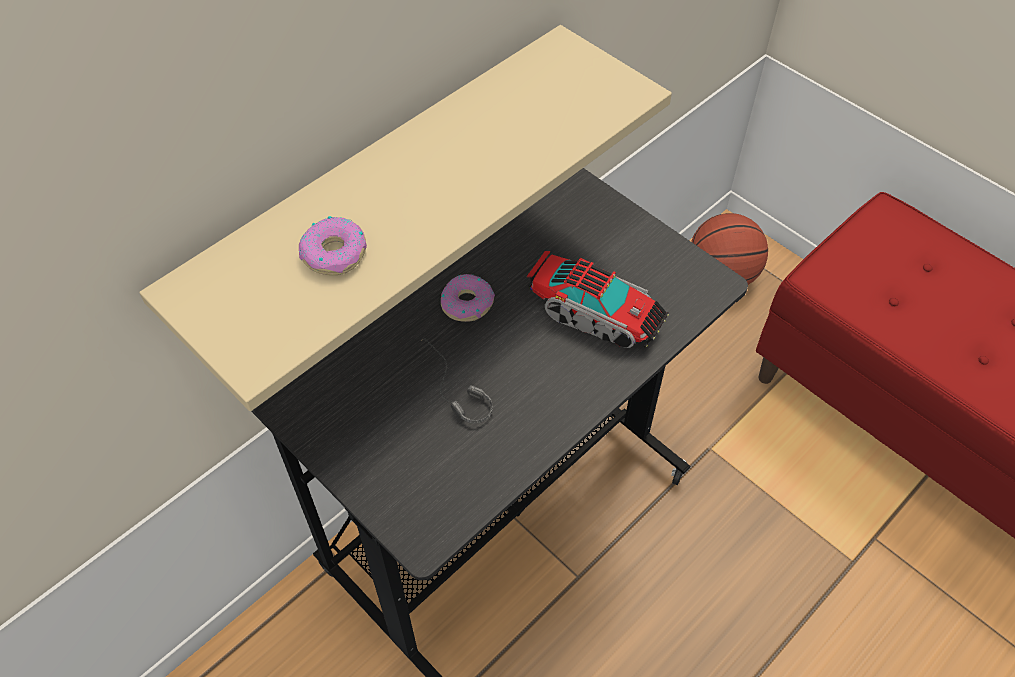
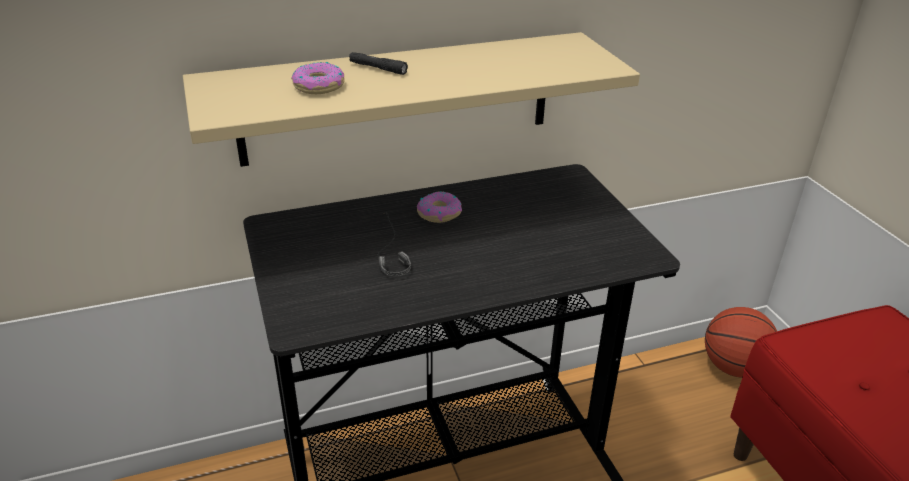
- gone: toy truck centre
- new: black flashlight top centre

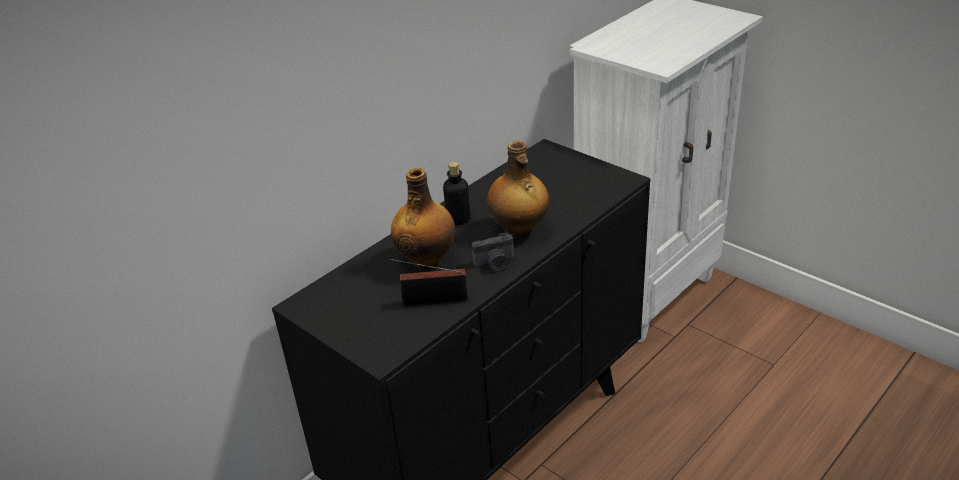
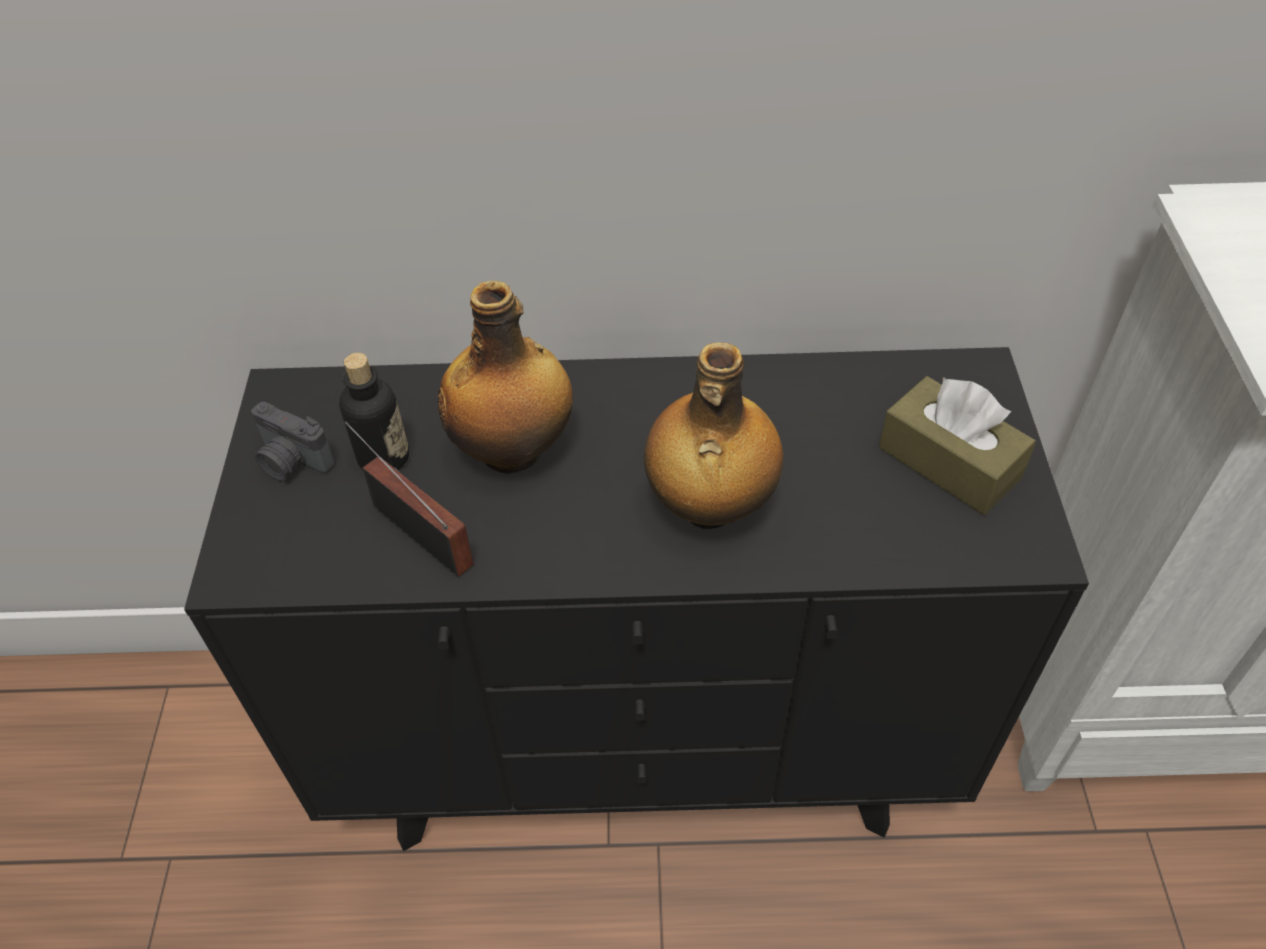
- shifted: bottle (no. 2 from left in the first image) centre to bottle (no. 1 from left) middle left
- shifted: photo camera centre to middle left
- new: brown tissue box middle right

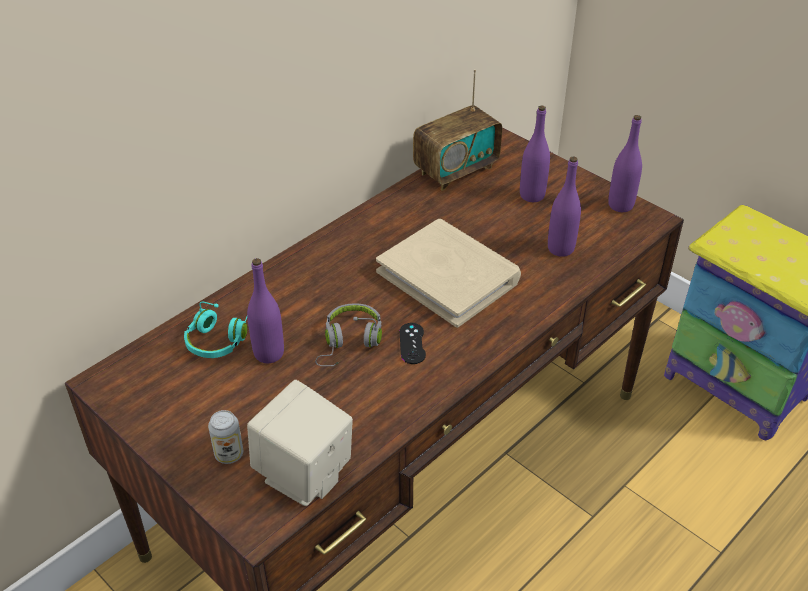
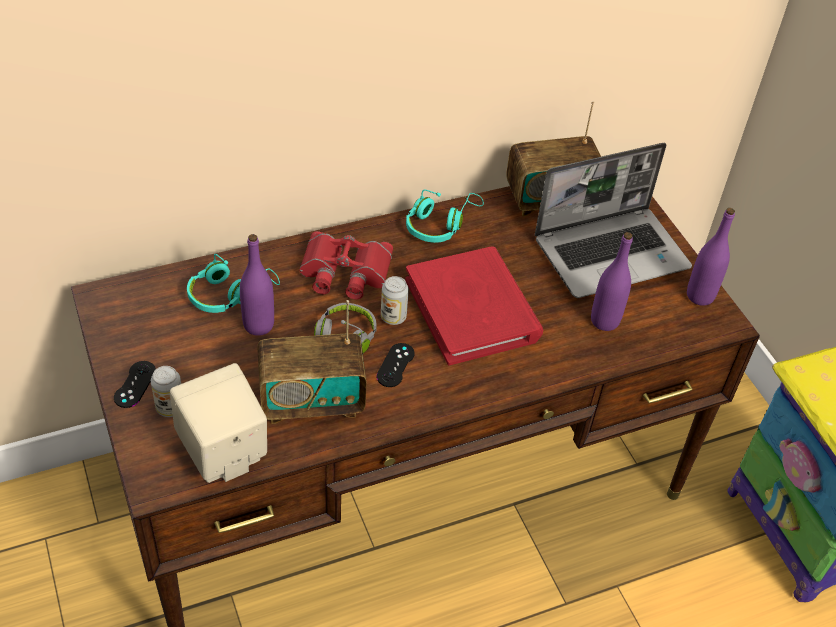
- repainted: beige book centre to red book centre
- swapped: purple bottle (no. 2 from left) top centre to laptop middle right
- new: black game controller (no. 1 from left) middle left
- new: radio (no. 1 from left) centre
- new: red binoculars centre
- new: can (no. 2 from left) centre
- new: turquoise headphones (no. 2 from left) centre

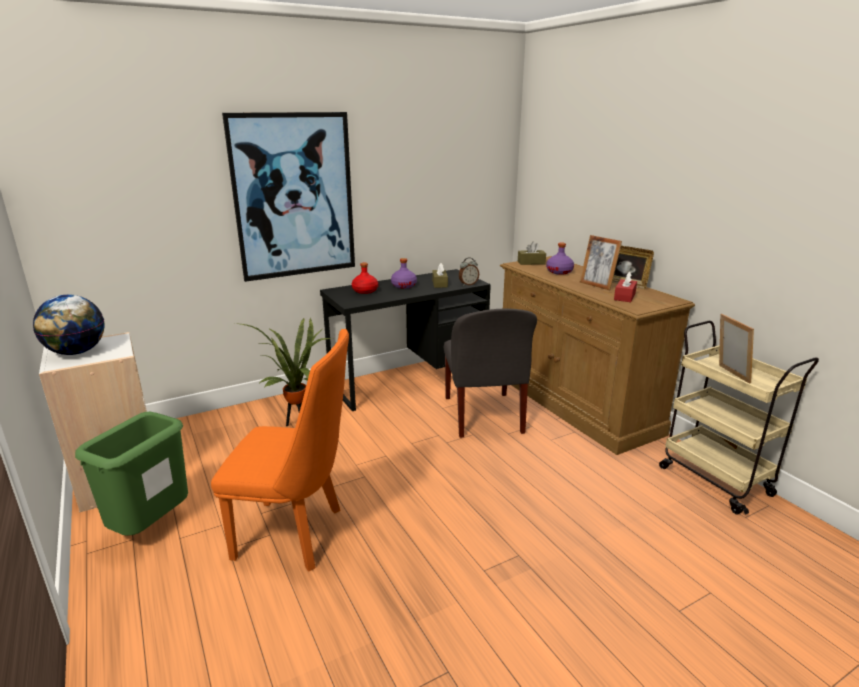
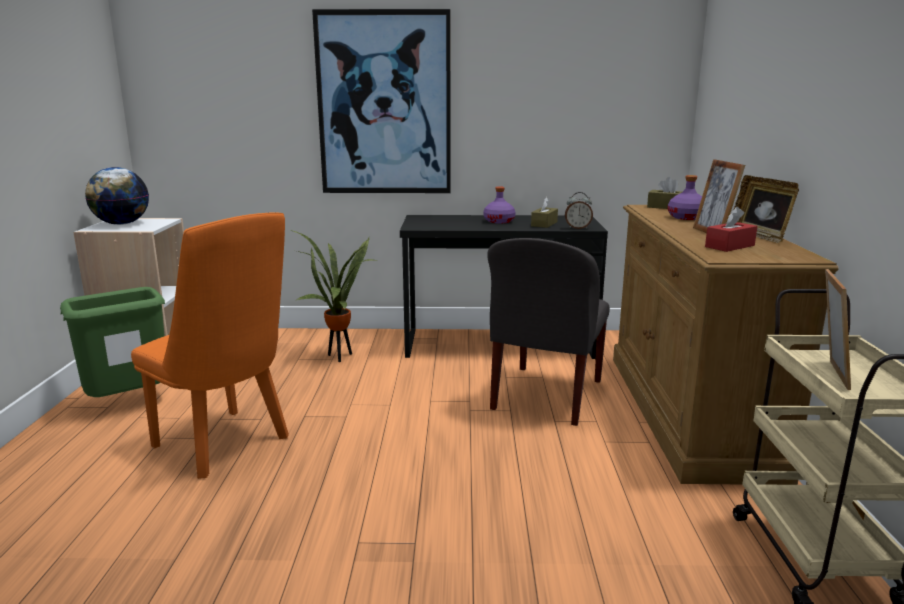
- gone: red bottle centre

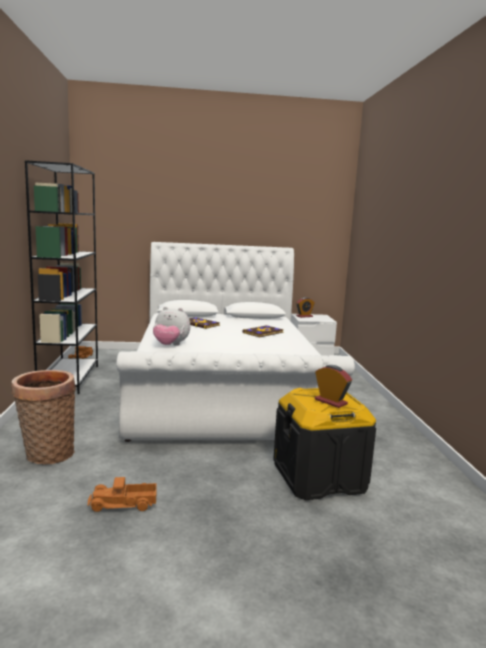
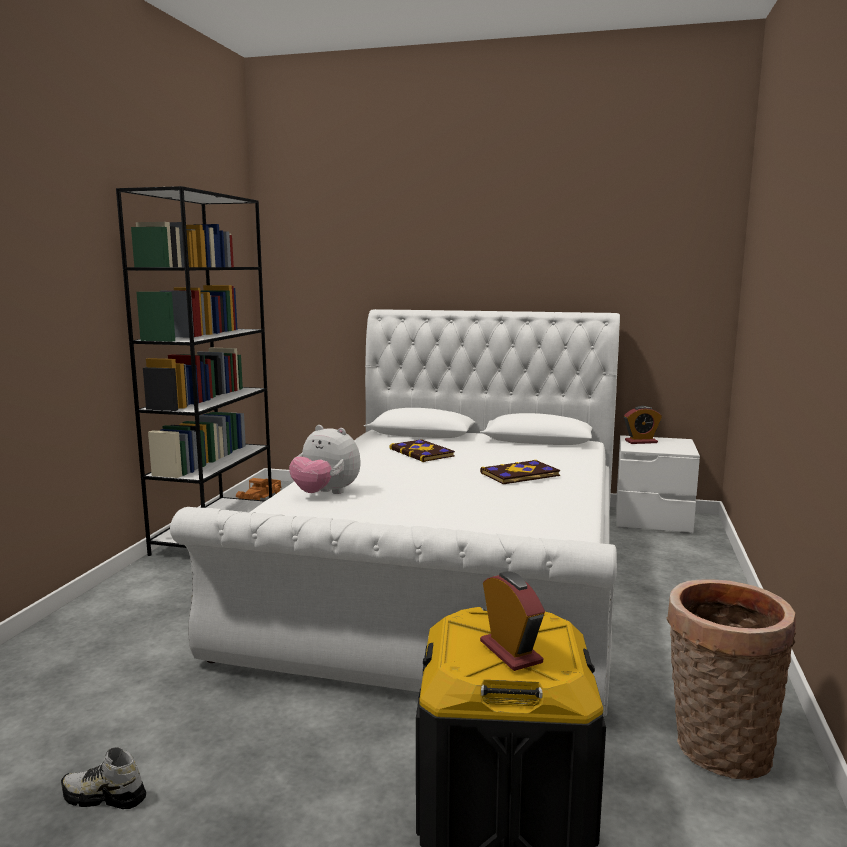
- shifted: basket middle left to bottom right
- swapped: toy truck (no. 2 from left) bottom left to shoe bottom left

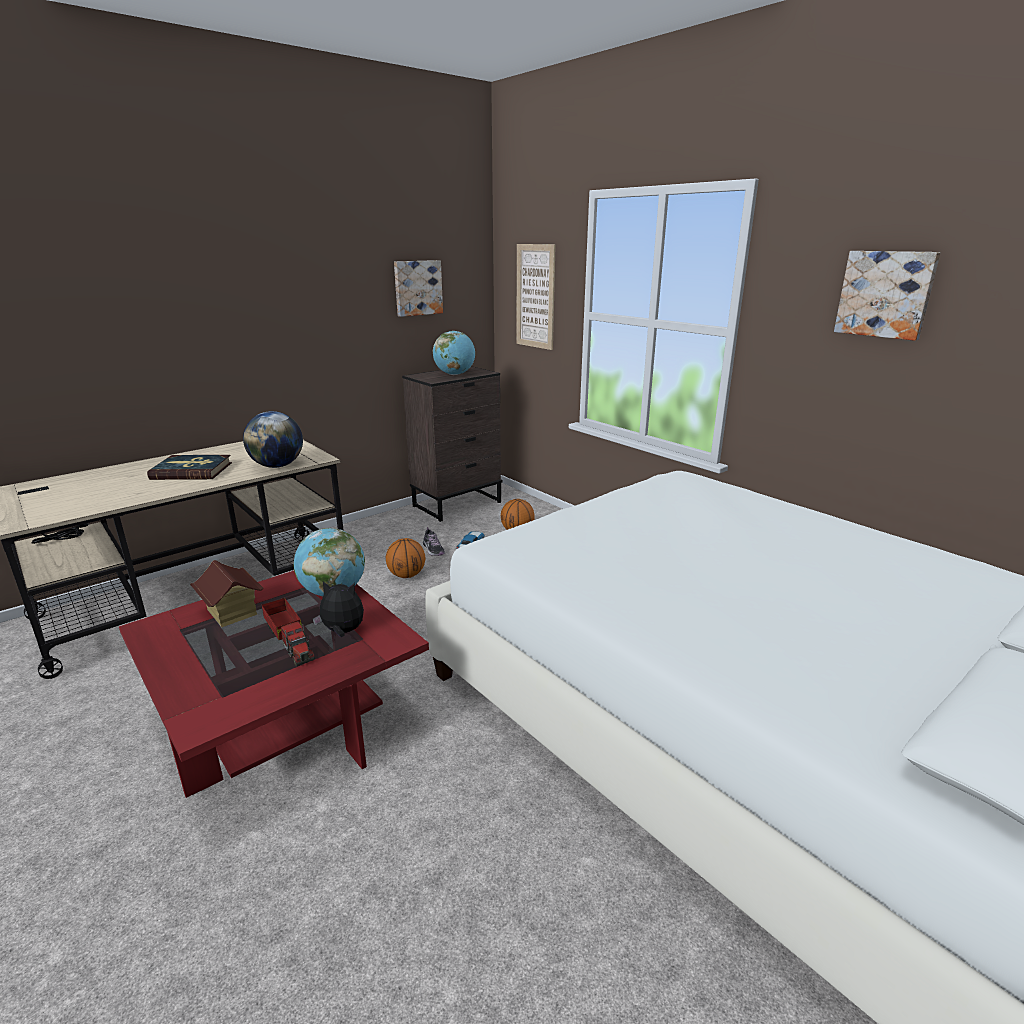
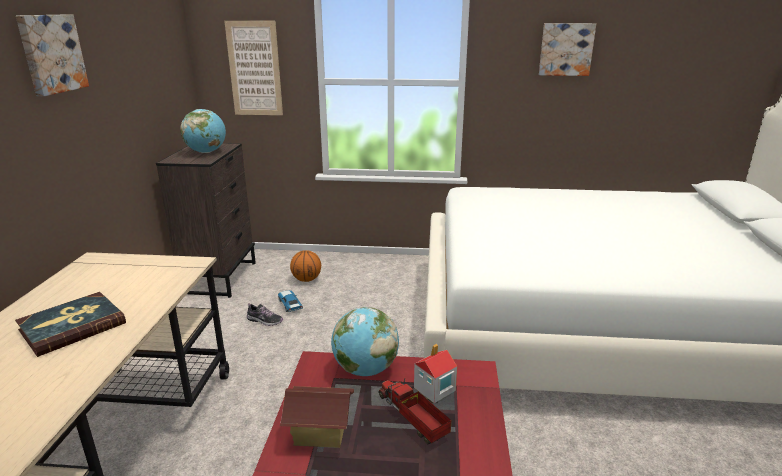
- gone: globe (no. 1 from left) middle left
- rotated: toy truck middle left = bottom centre 135 degrees counterclockwise
- swapped: plush toy middle left to toy house (no. 2 from left) bottom centre
- gone: basketball (no. 1 from left) centre
- shifted: picture (no. 1 from left) top centre to top left

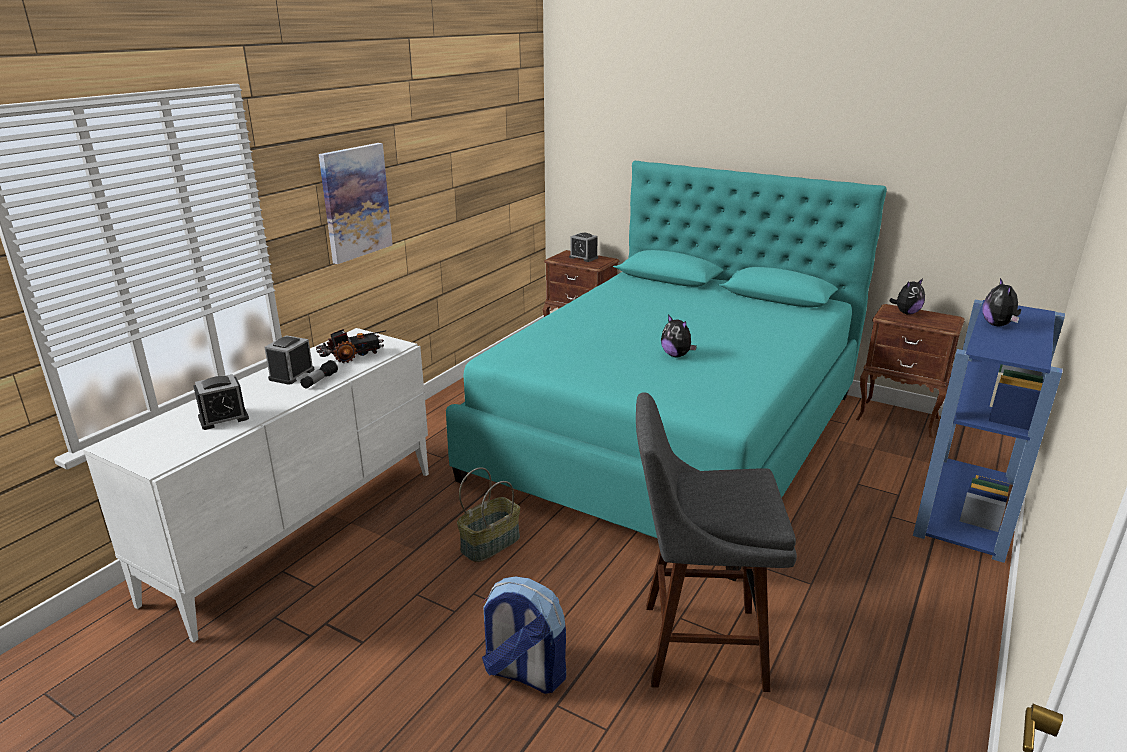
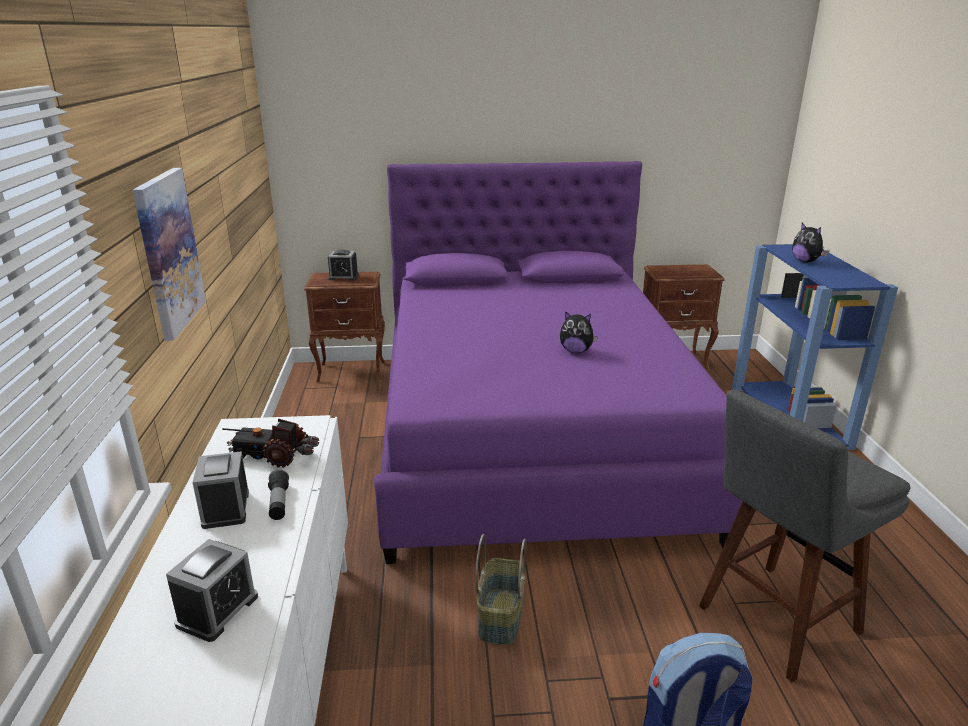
- rotated: toy truck middle left = middle left 105 degrees counterclockwise
- repainted: turquoise bed centre to purple bed centre
- gone: plush toy (no. 2 from left) middle right

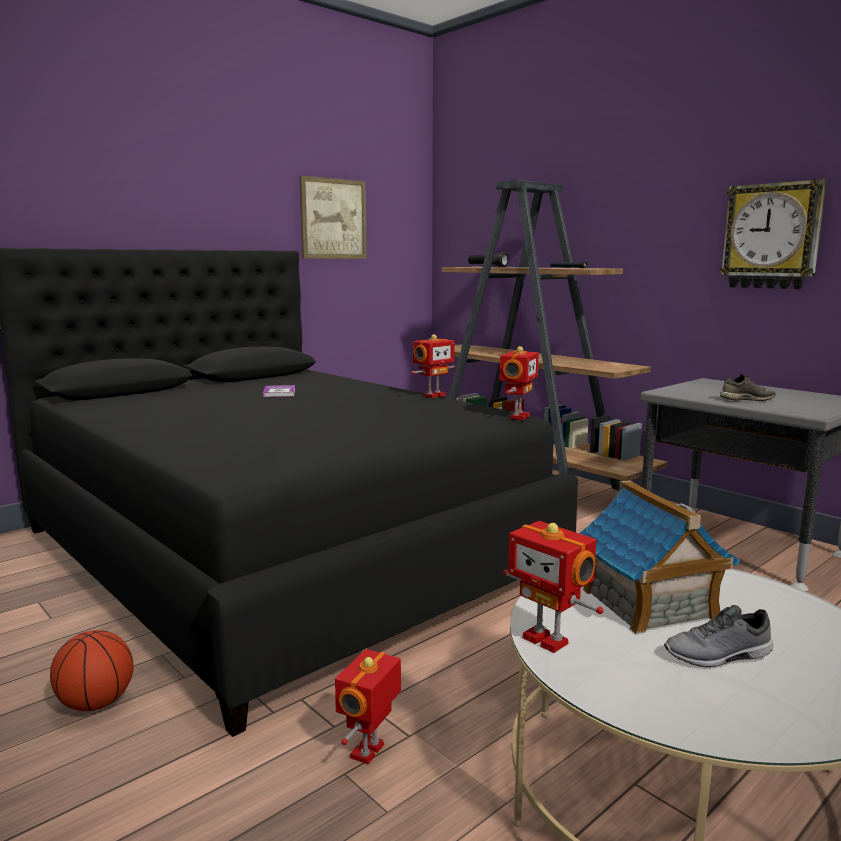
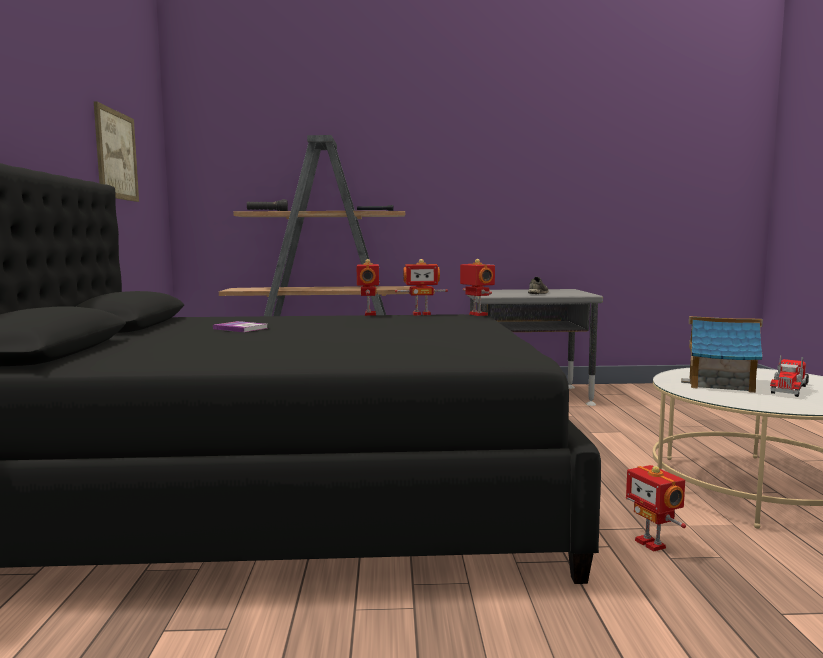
- gone: basketball bottom left
- shifted: toy robot (no. 4 from left in the first image) bottom centre to toy robot (no. 2 from left) centre
- swapped: grey shoe (no. 1 from left) bottom right to toy truck middle right
- gone: wall clock top right

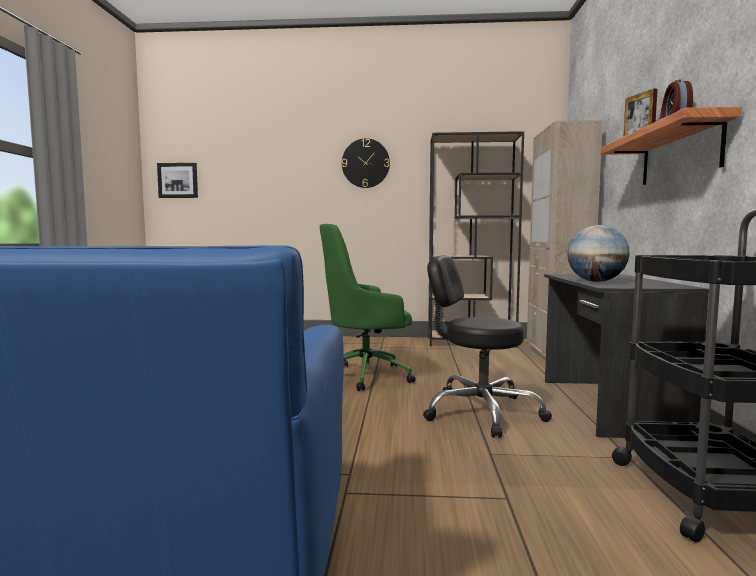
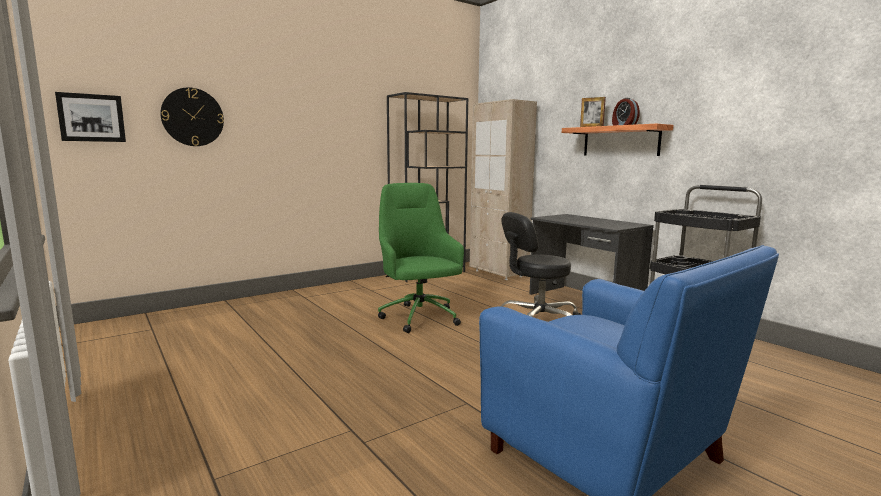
- rotated: green office chair centre = centre 120 degrees clockwise
- shifted: wall clock top centre to top left
- gone: globe middle right

